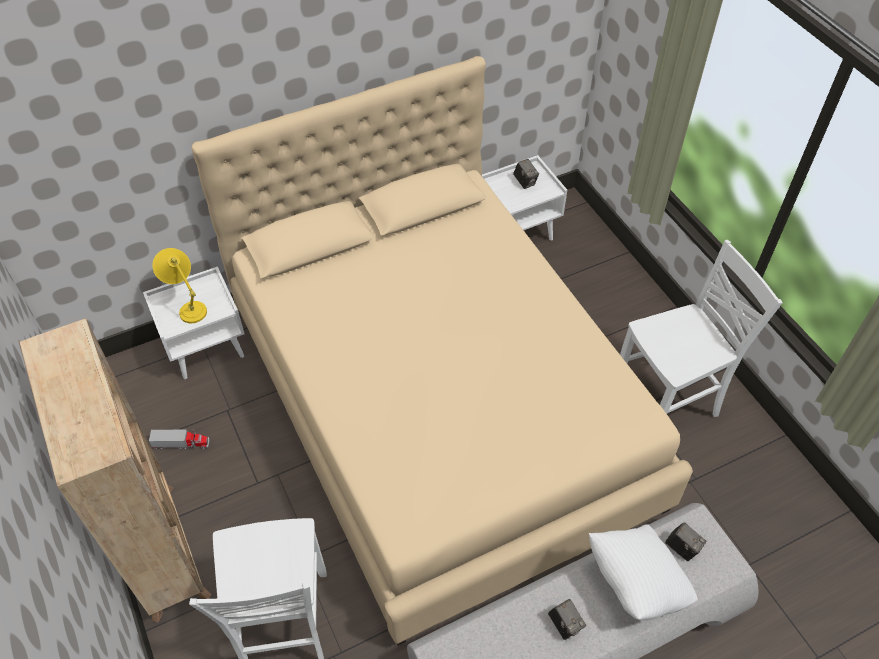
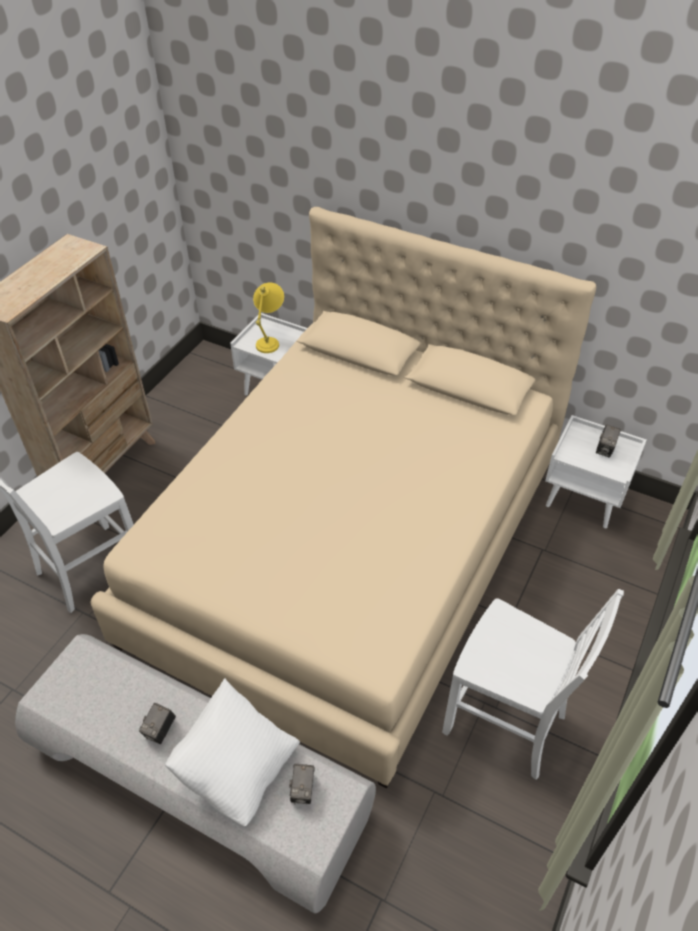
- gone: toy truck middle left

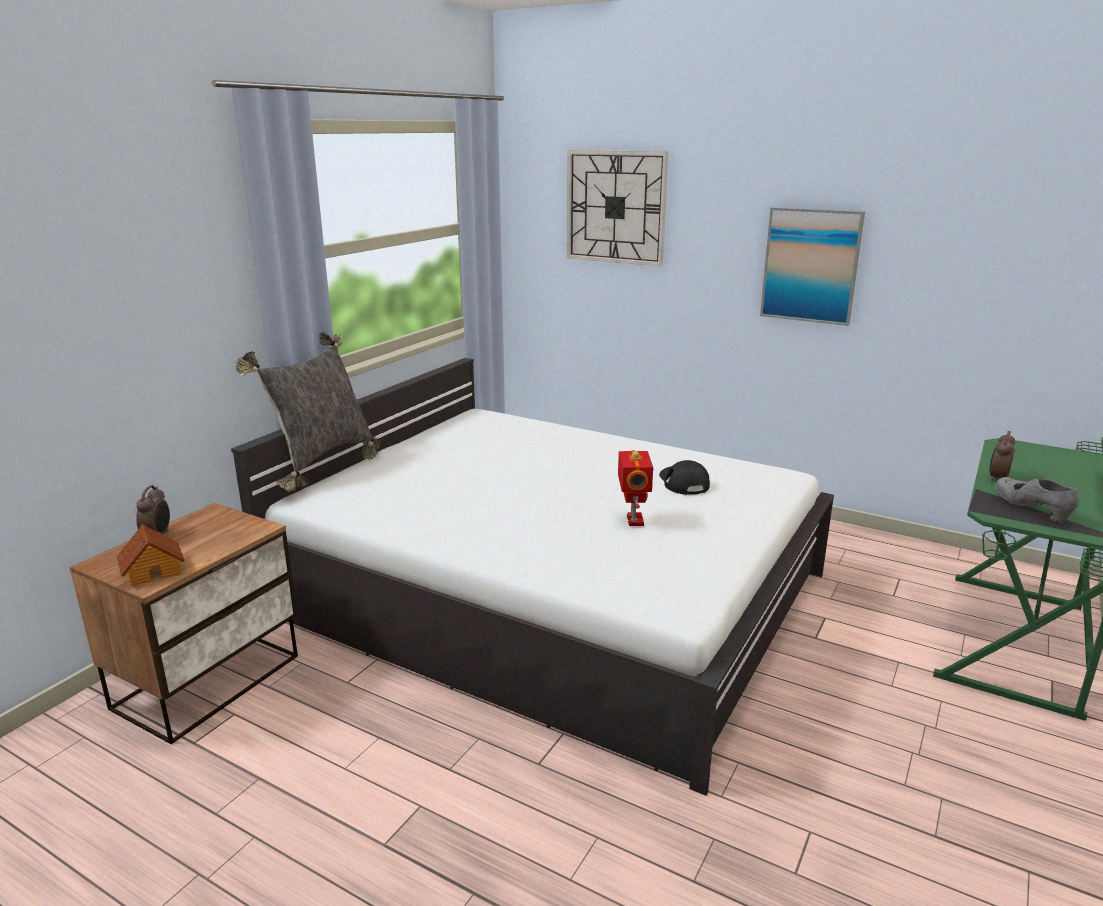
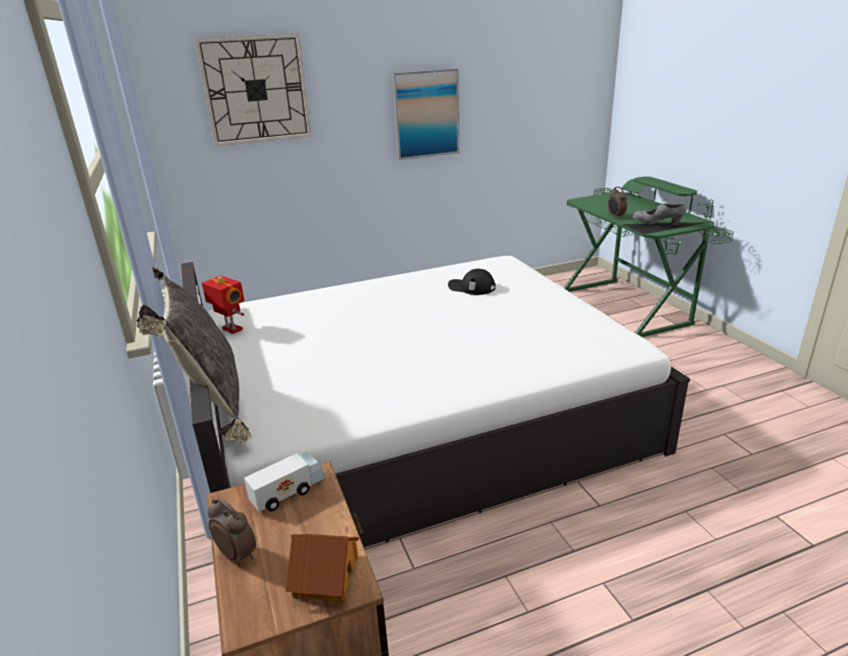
- shifted: toy robot centre to middle left
- new: toy truck bottom centre

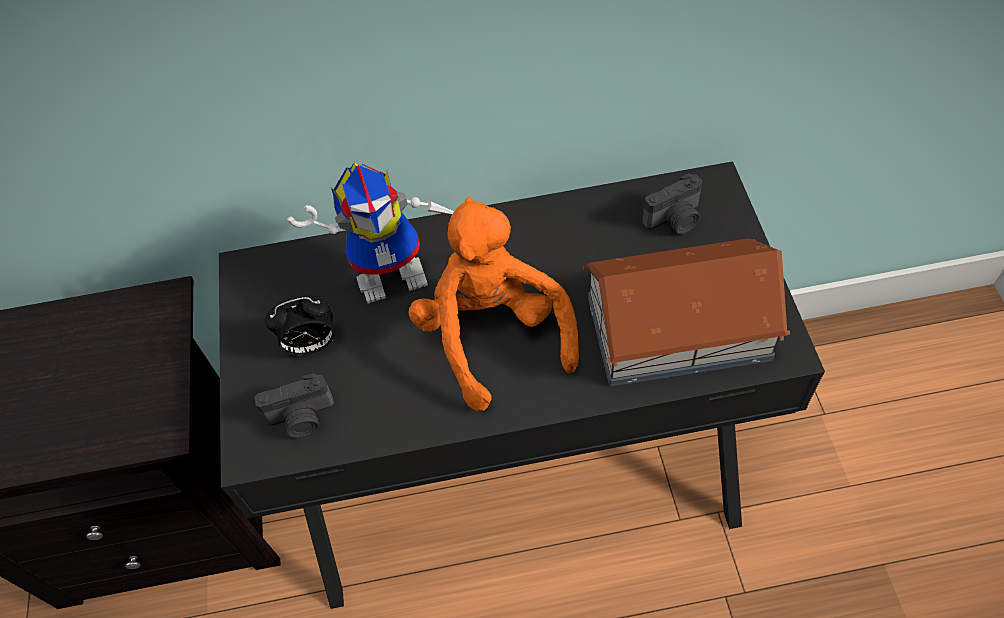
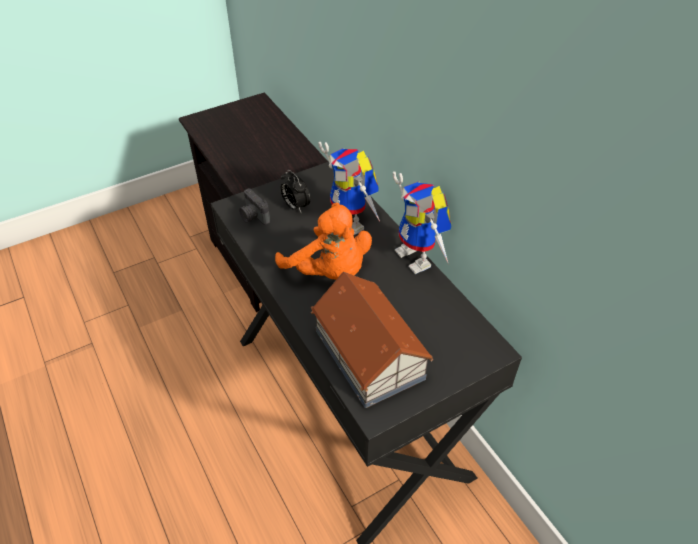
- rotated: orange plush toy centre = centre 90 degrees clockwise
- gone: photo camera (no. 2 from left) top right
- new: toy robot (no. 2 from left) centre

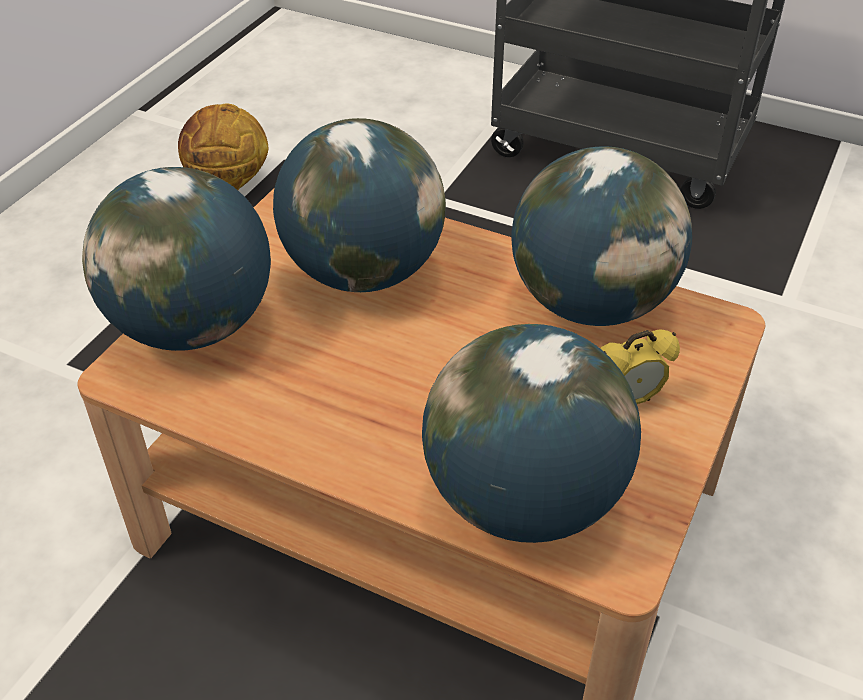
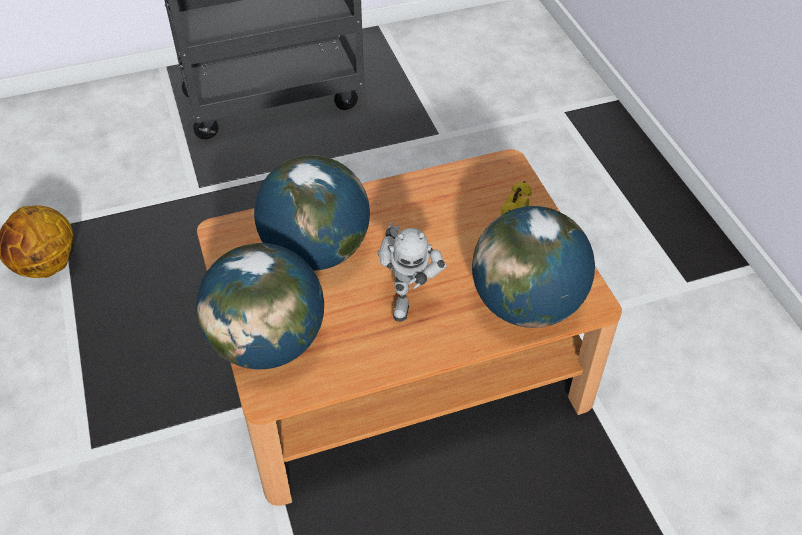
- gone: globe (no. 4 from left) middle right
- new: toy robot centre

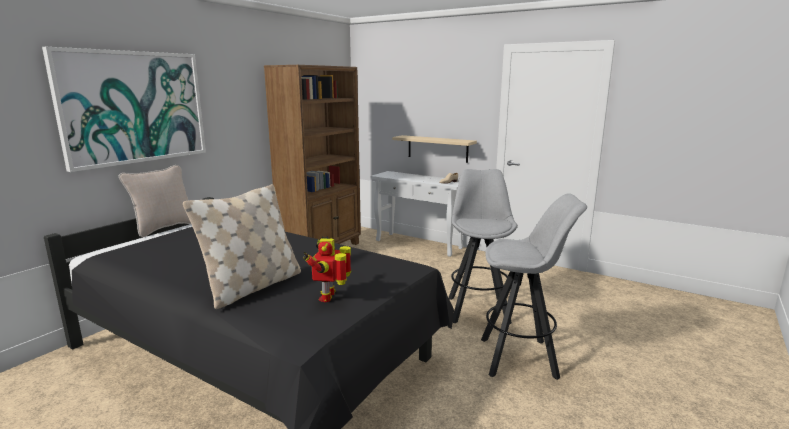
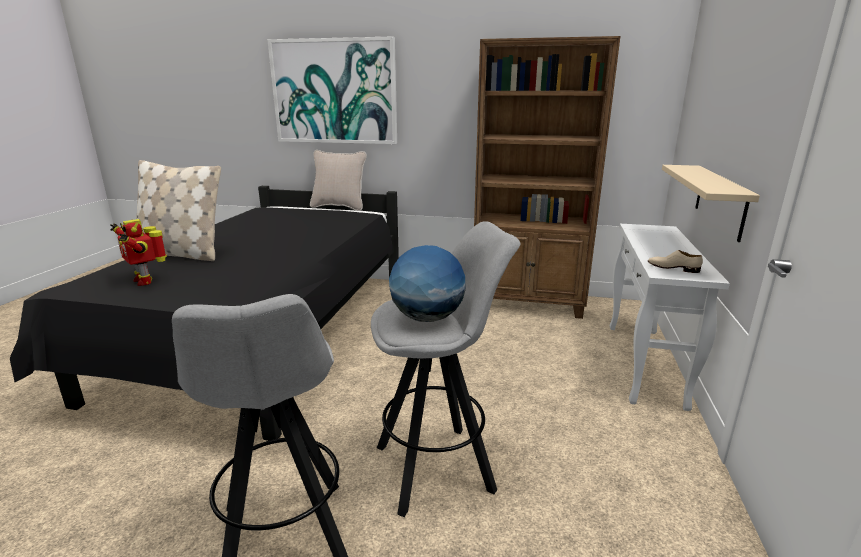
- rotated: toy robot centre = middle left 120 degrees counterclockwise
- new: globe centre

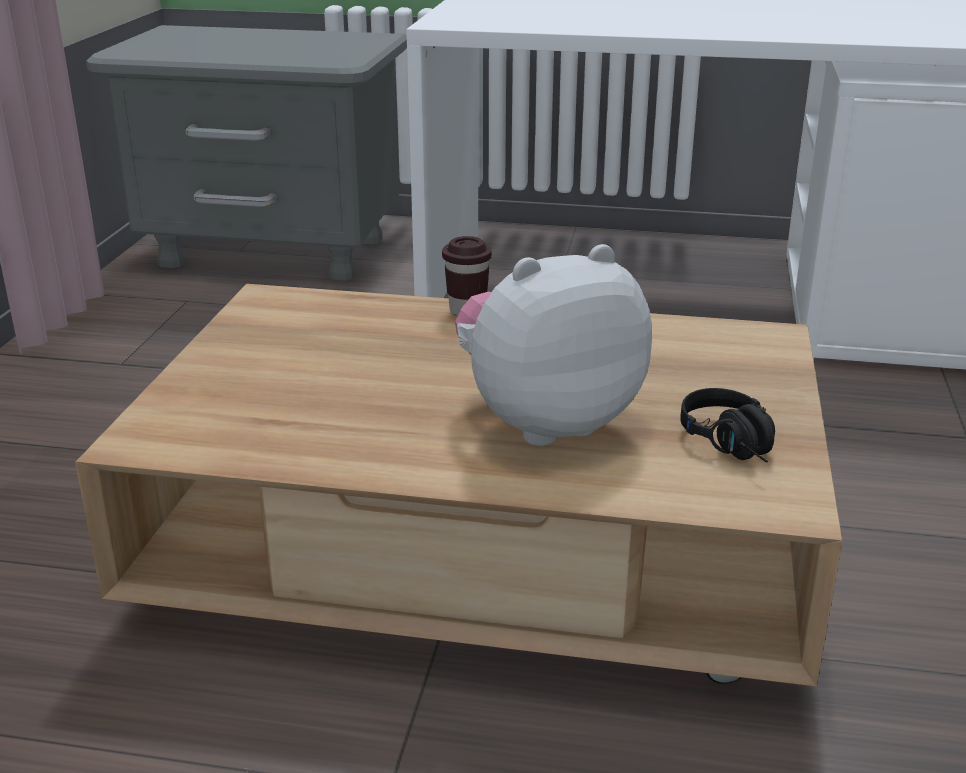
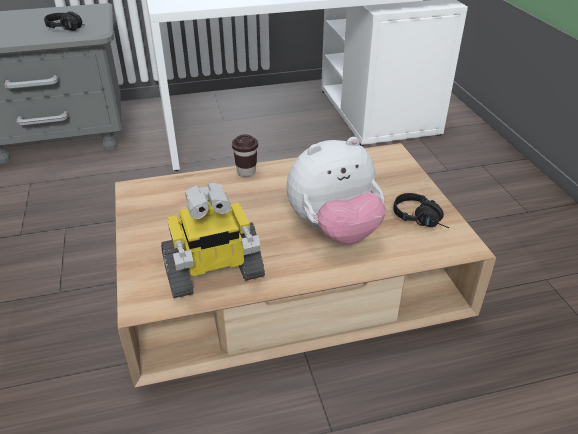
- rotated: plush toy centre = centre 150 degrees counterclockwise
- new: black headphones (no. 1 from left) top left
- new: toy robot centre

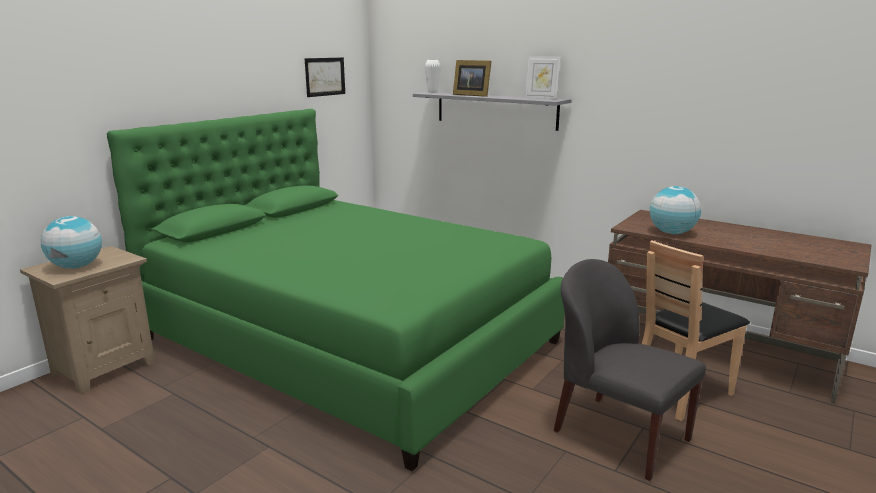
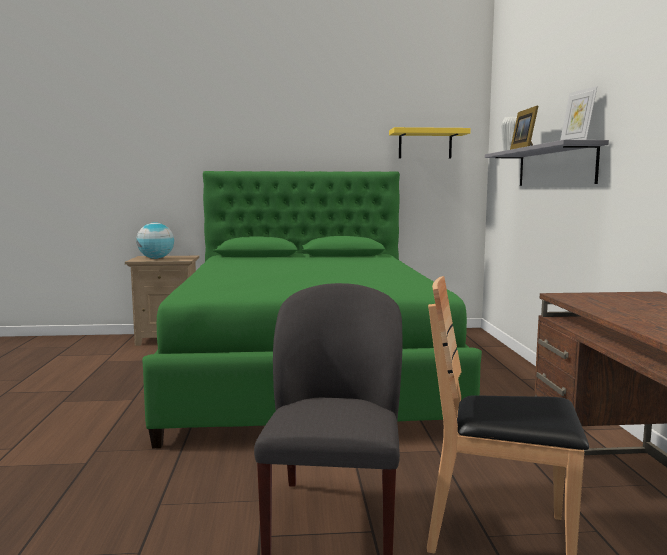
- swapped: picture top centre to yellow shelf top centre
- gone: globe (no. 2 from left) middle right

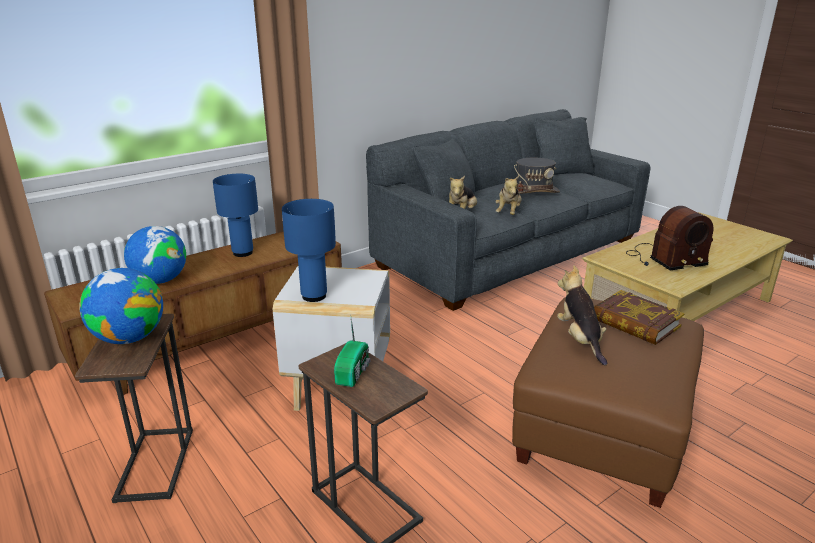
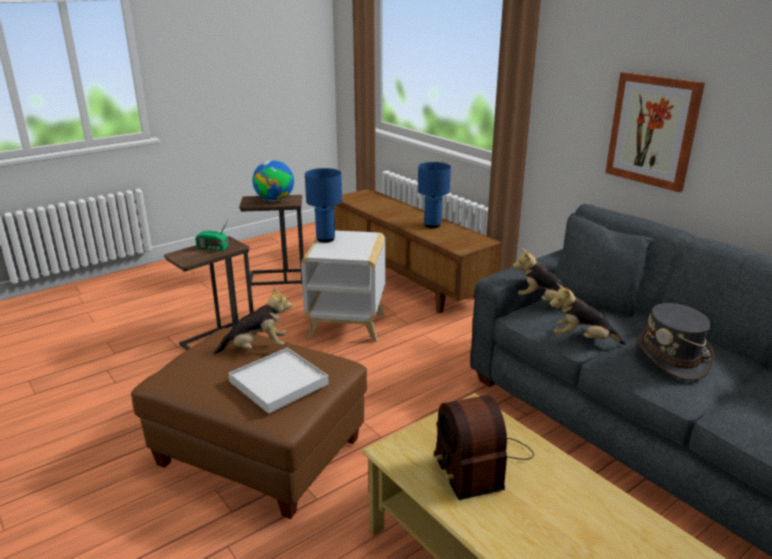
- gone: globe (no. 2 from left) middle left
- swapped: book middle right to white tray bottom centre
- new: picture top right

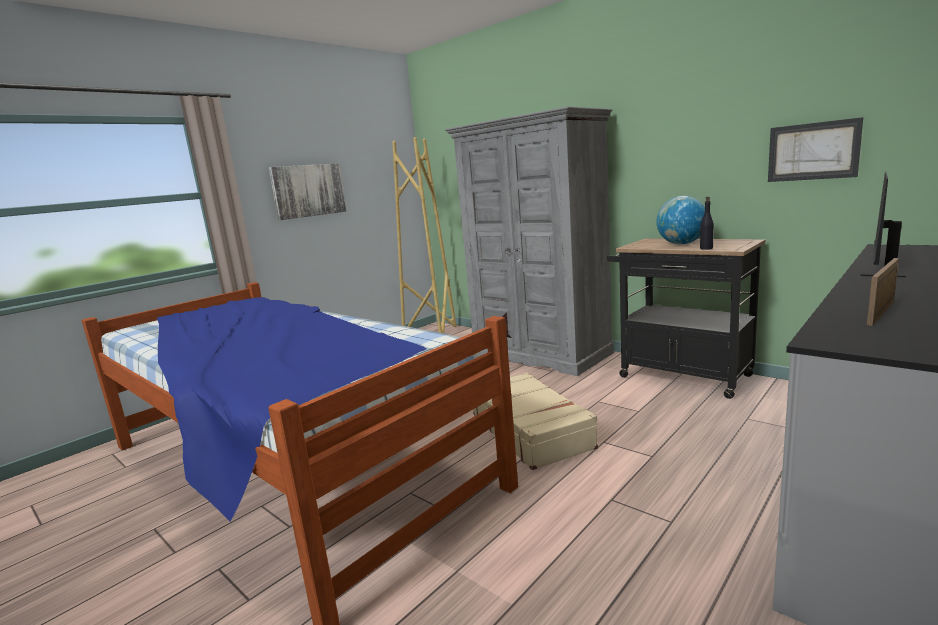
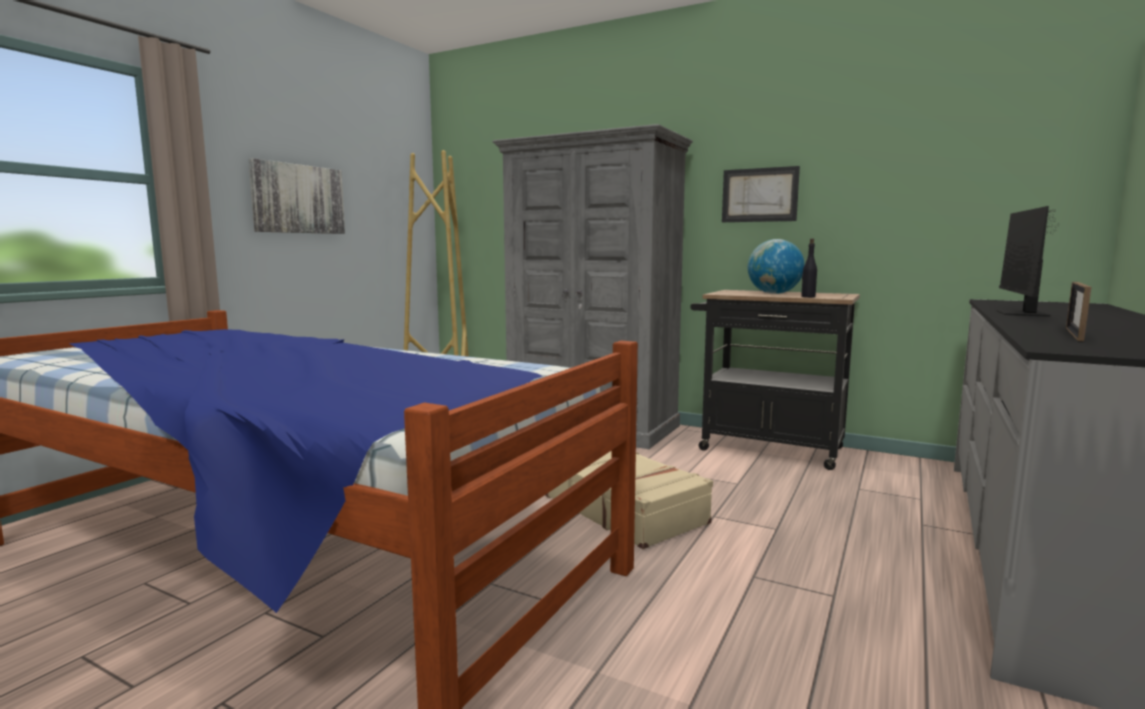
- shifted: picture (no. 2 from left) top right to top centre

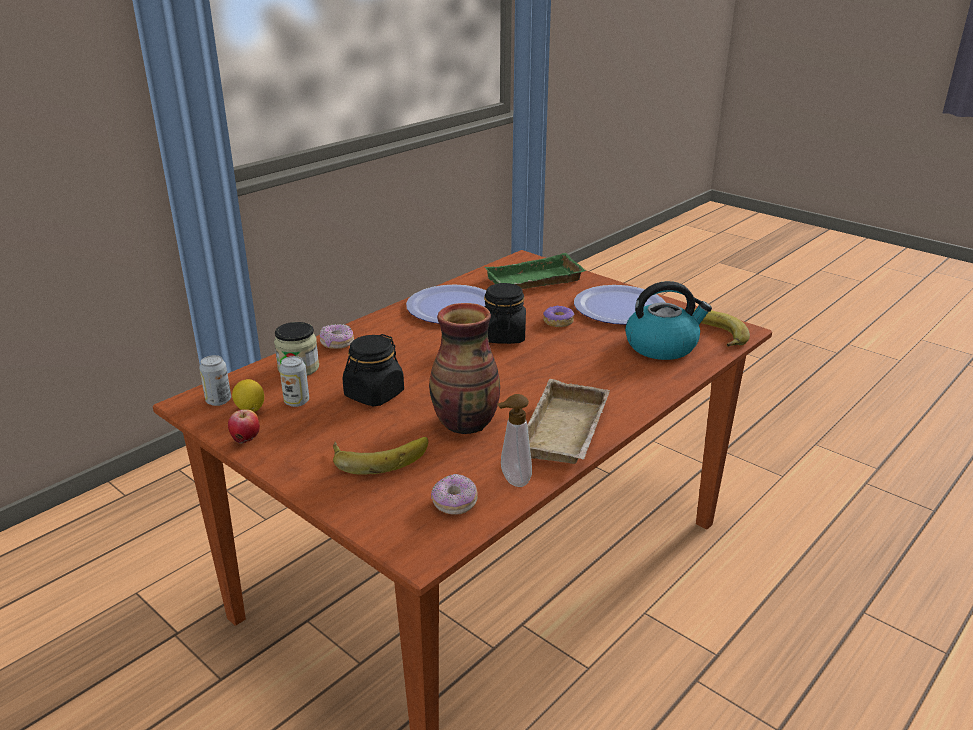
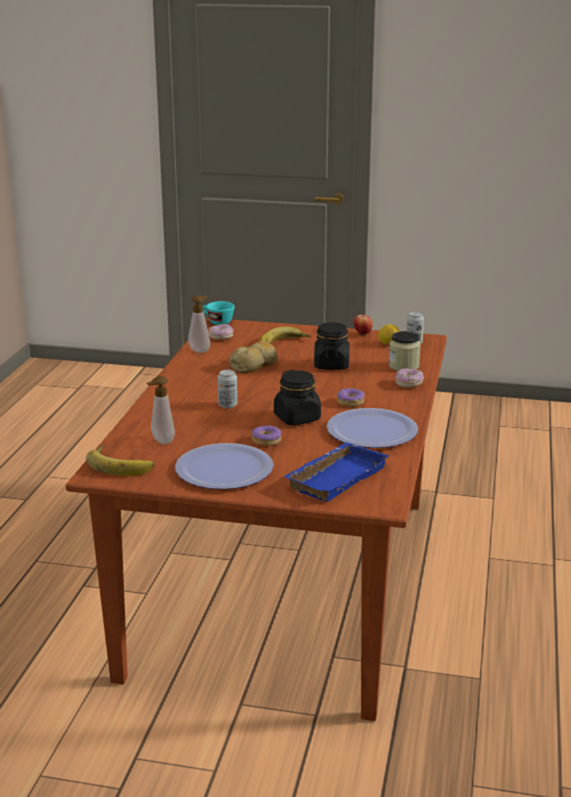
- shifted: can (no. 2 from left in the first image) middle left to can (no. 1 from left) centre
- swapped: vase centre to bread centre
- repainted: green tray centre to blue tray centre
- gone: beige tray centre
- swapped: kettle middle right to soap dispenser (no. 1 from left) middle left
- new: turquoise cup centre
- new: donut (no. 3 from left) centre

